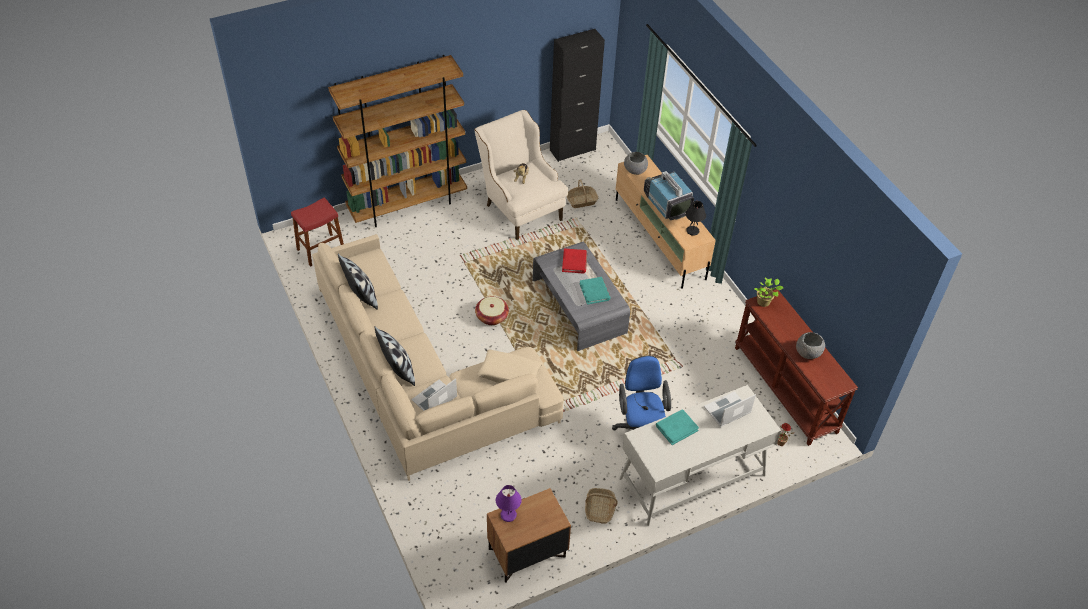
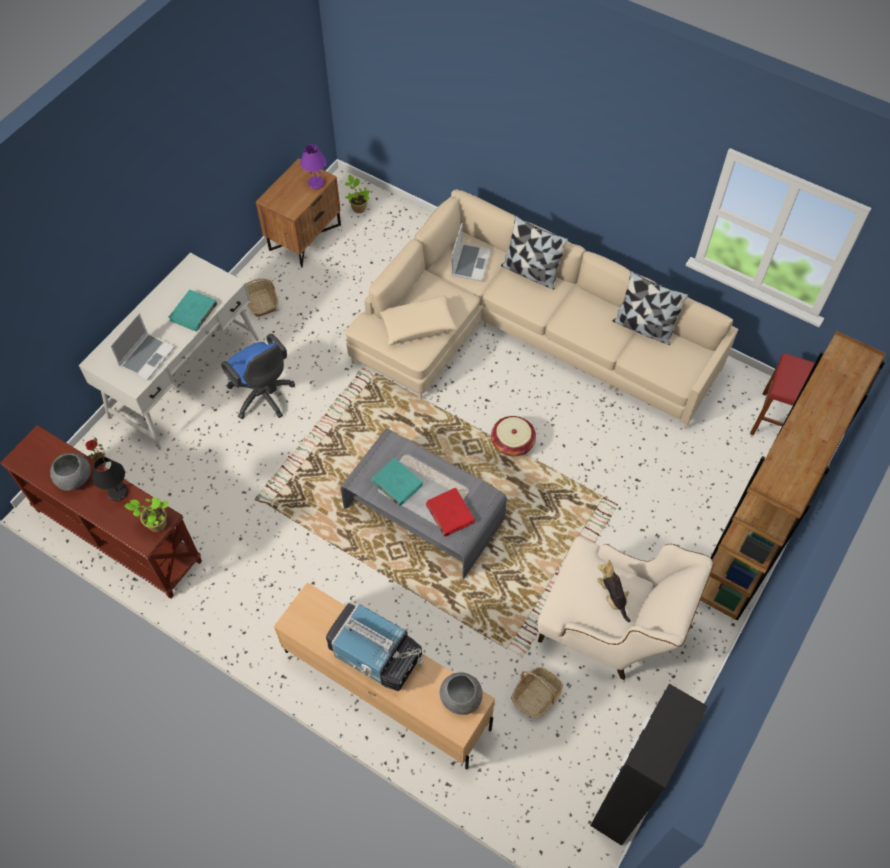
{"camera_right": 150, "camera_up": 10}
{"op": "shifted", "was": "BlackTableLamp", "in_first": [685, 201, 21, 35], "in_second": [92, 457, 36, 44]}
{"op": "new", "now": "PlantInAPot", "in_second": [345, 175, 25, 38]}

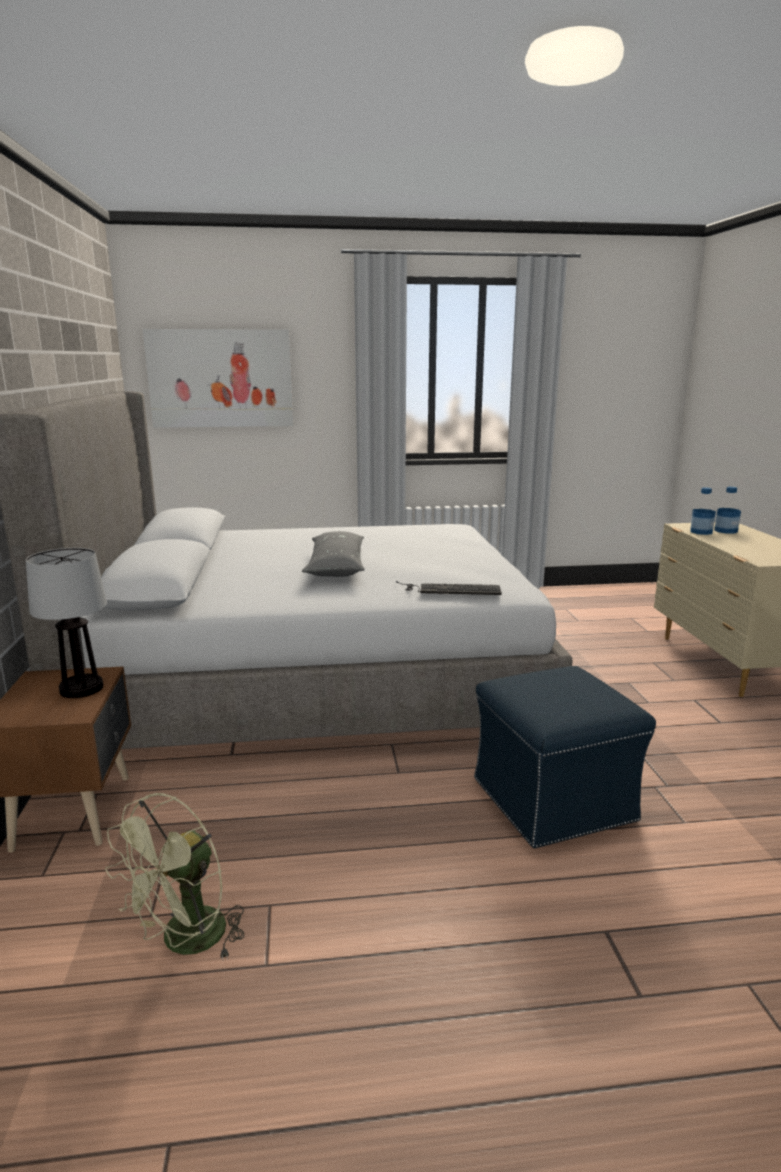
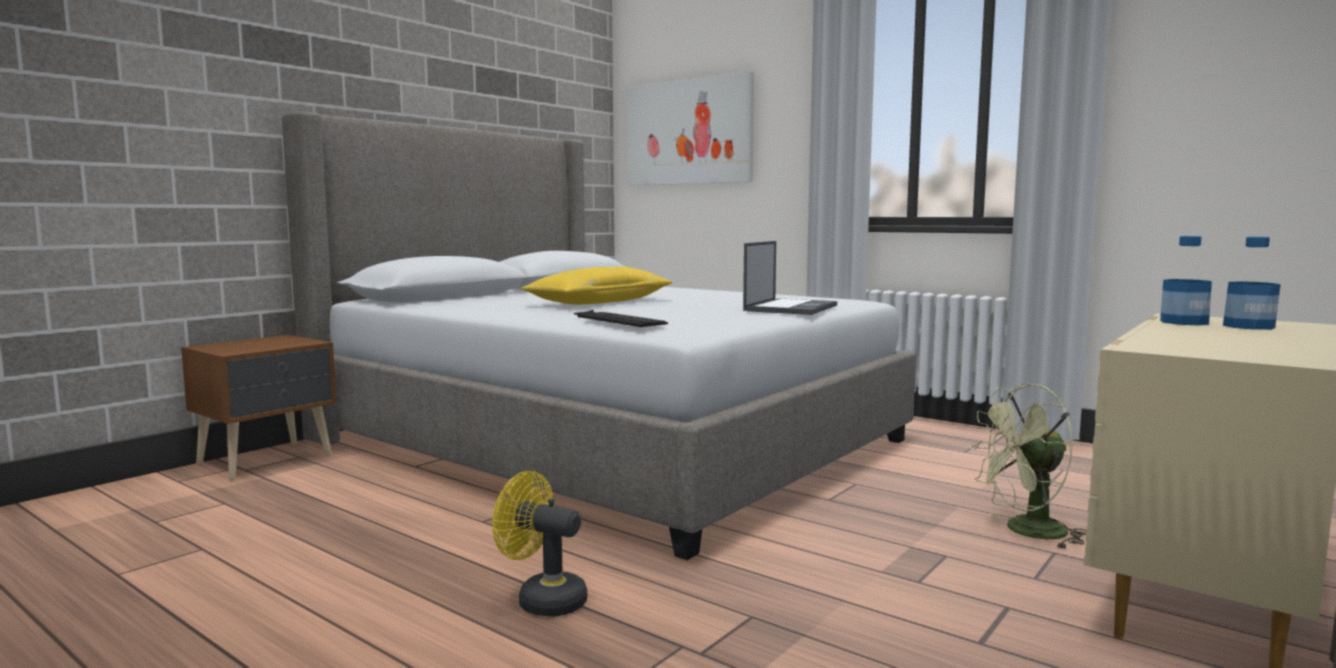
{"camera_right": 45, "camera_up": -10}
{"op": "swapped", "was": "BluishFootrest", "now": "YellowColouredCoolingFan", "in_first": [474, 666, 182, 182], "in_second": [492, 471, 96, 146]}
{"op": "repainted", "was": "GrayThrowPillow", "now": "YellowColouredThrowPillow", "in_first": [302, 531, 63, 46], "in_second": [521, 267, 152, 37]}
{"op": "new", "now": "PortableComputer", "in_second": [743, 241, 94, 74]}
{"op": "shifted", "was": "GreenColouredCoolingFan", "in_first": [105, 793, 139, 167], "in_second": [970, 383, 116, 166]}
{"op": "gone", "was": "TableLamp", "in_first": [26, 548, 81, 150]}

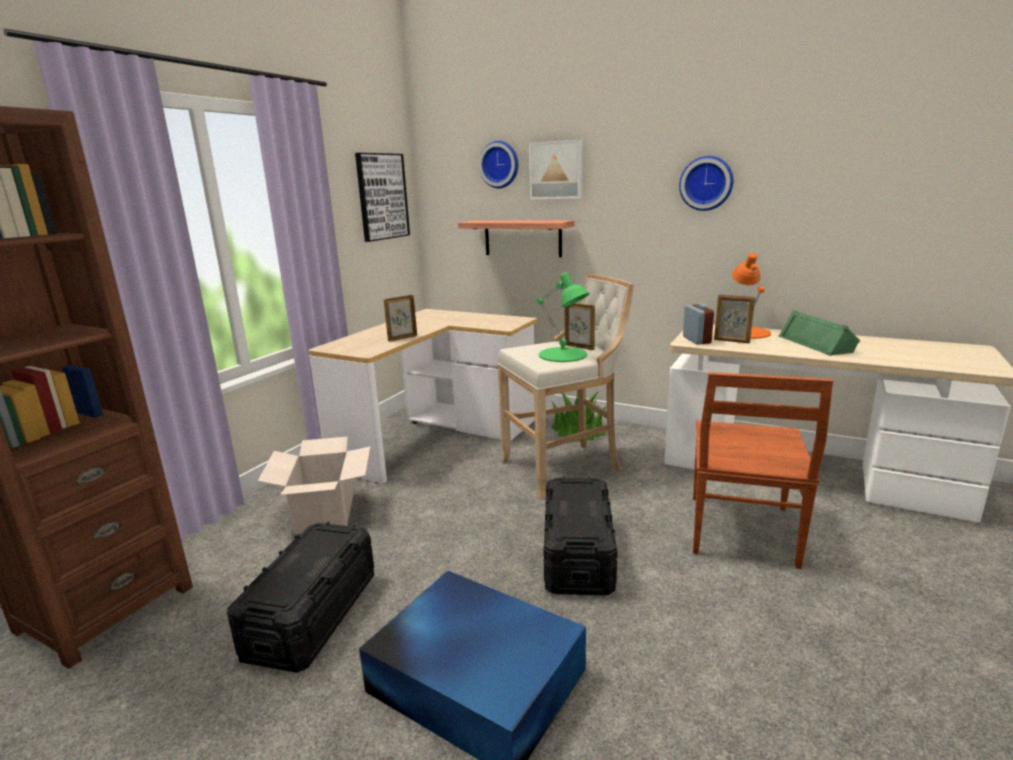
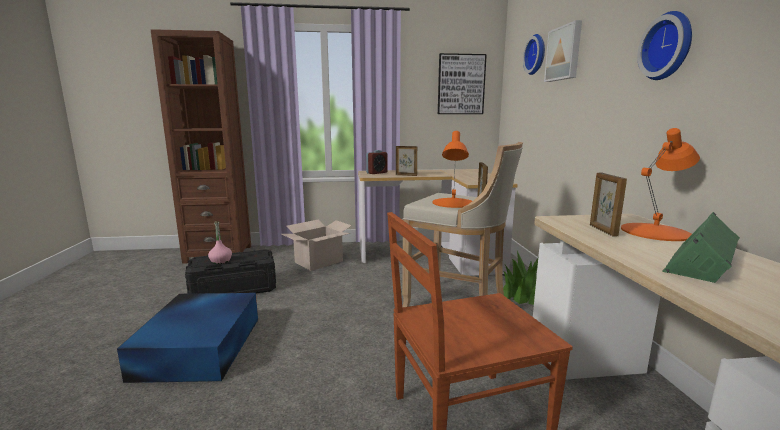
{"camera_right": 55, "camera_up": -5}
{"op": "new", "now": "PinkDrinkBottle", "in_second": [208, 221, 24, 43]}
{"op": "shifted", "was": "BedsideClock", "in_first": [683, 303, 31, 41], "in_second": [366, 150, 22, 24]}
{"op": "repainted", "was": "GreenColouredTableLamp", "now": "OrangeColouredTableLamp", "in_first": [537, 272, 53, 90], "in_second": [433, 131, 39, 77]}
{"op": "gone", "was": "BracketShelf", "in_first": [458, 220, 117, 37]}
{"op": "gone", "was": "BlackStorageContainer", "in_first": [543, 476, 75, 119]}

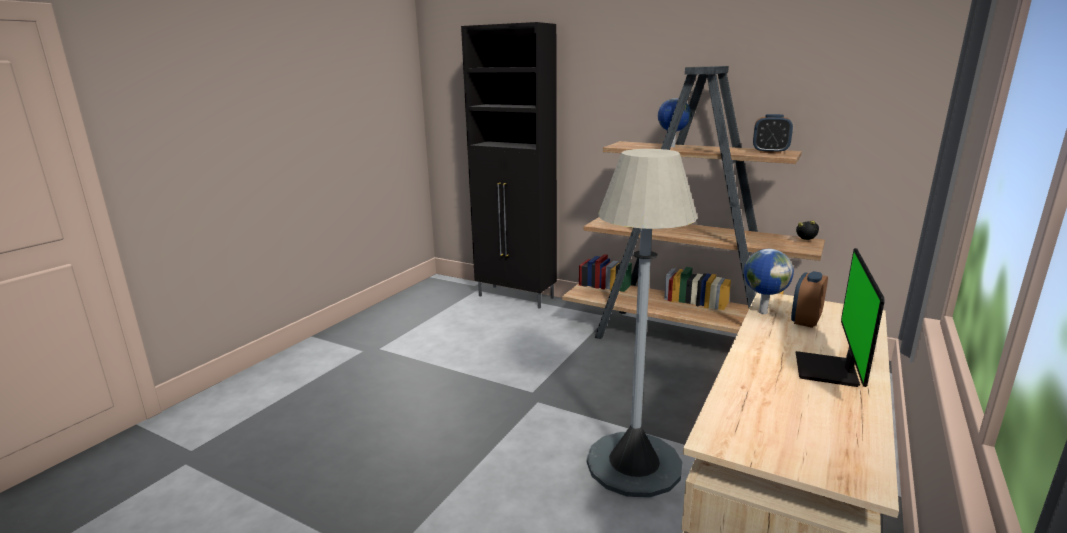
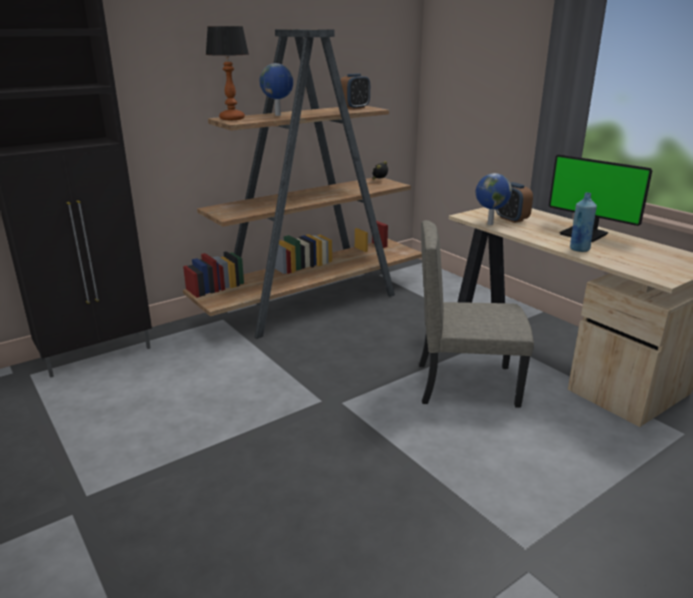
{"camera_right": -65, "camera_up": 5}
{"op": "new", "now": "TableLamp", "in_second": [206, 26, 43, 94]}
{"op": "swapped", "was": "GrayStandardLamp", "now": "BeigeColouredChair", "in_first": [587, 149, 111, 349], "in_second": [419, 220, 115, 188]}
{"op": "new", "now": "BluishDrinkBottle", "in_second": [570, 193, 27, 59]}

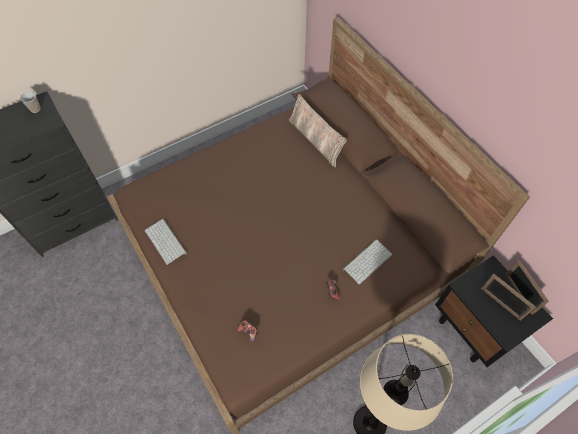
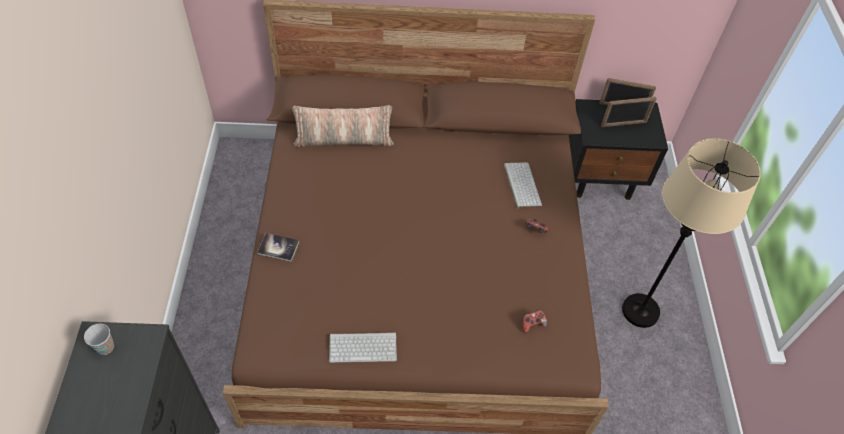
{"camera_right": -60, "camera_up": -5}
{"op": "new", "now": "Book", "in_second": [257, 233, 42, 29]}

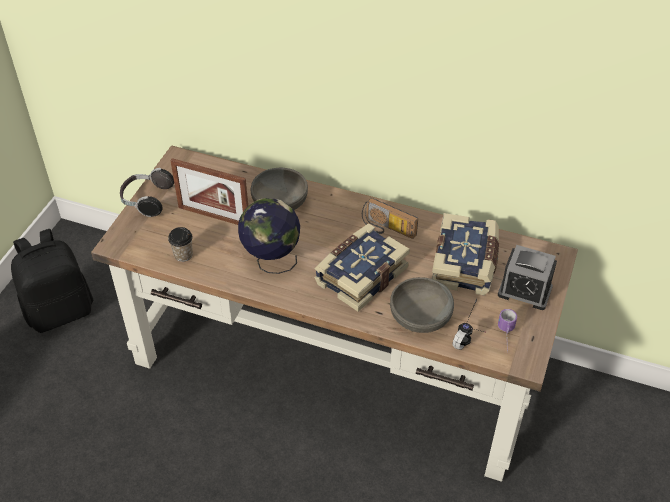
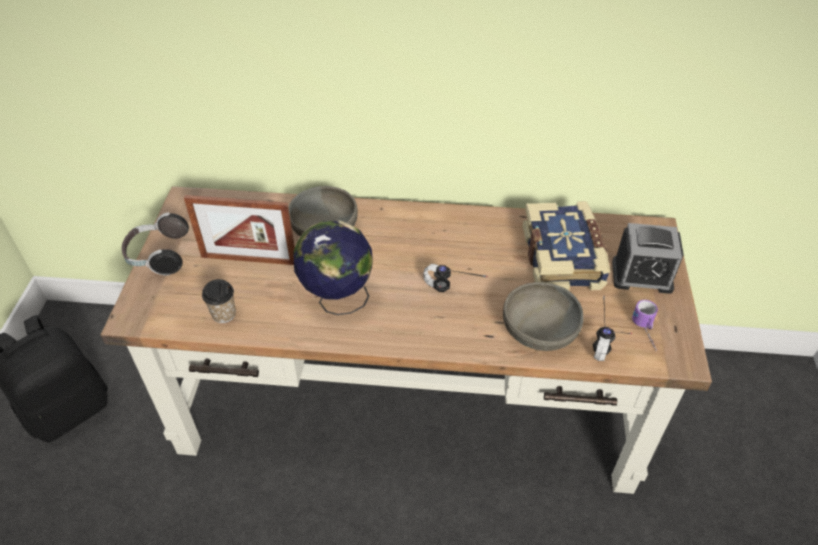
{"camera_right": -15, "camera_up": 0}
{"op": "swapped", "was": "Book", "now": "PairOfHeadphones", "in_first": [314, 223, 96, 89], "in_second": [423, 264, 64, 28]}
{"op": "gone", "was": "RadioReceiver", "in_first": [362, 198, 56, 41]}

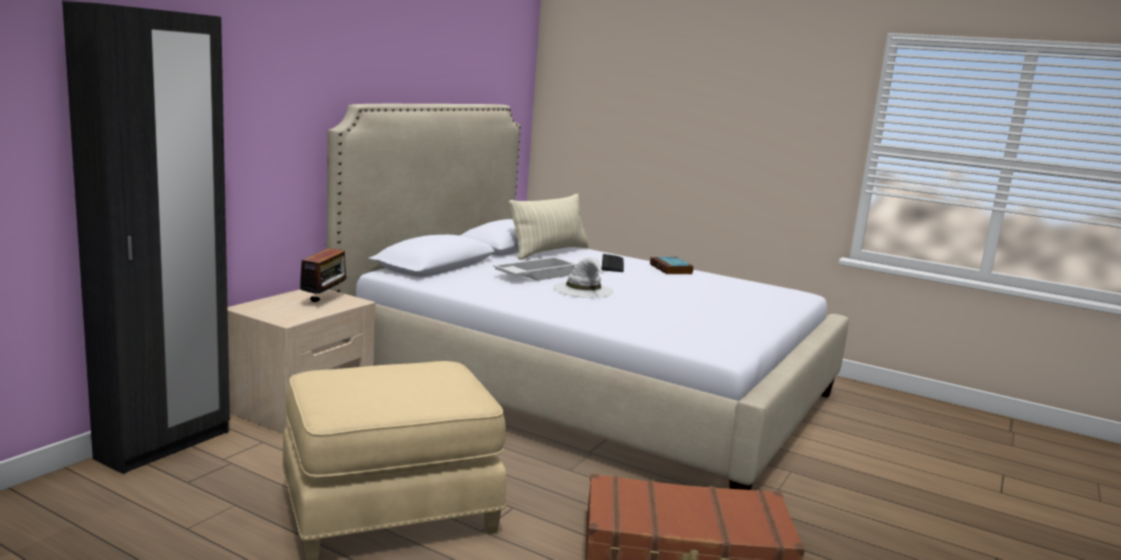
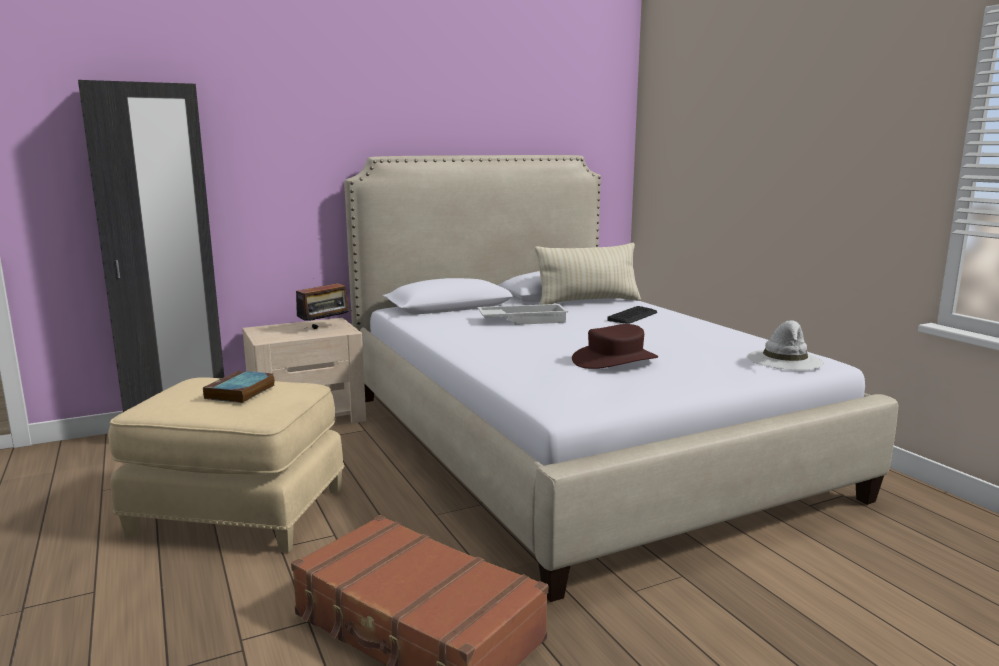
{"camera_right": 35, "camera_up": 0}
{"op": "shifted", "was": "Book", "in_first": [650, 257, 43, 17], "in_second": [203, 370, 72, 33]}
{"op": "new", "now": "BrownishHat", "in_second": [572, 324, 86, 45]}
{"op": "shifted", "was": "WhiteHat", "in_first": [553, 257, 60, 41], "in_second": [747, 320, 77, 50]}

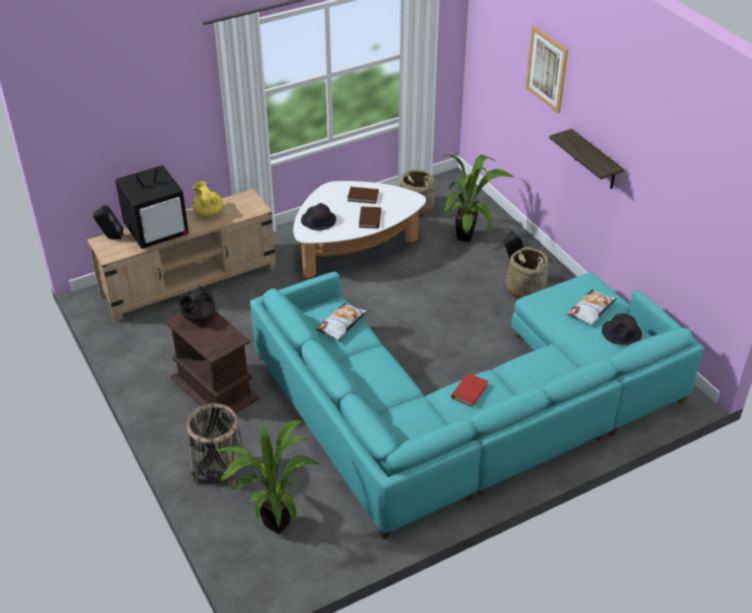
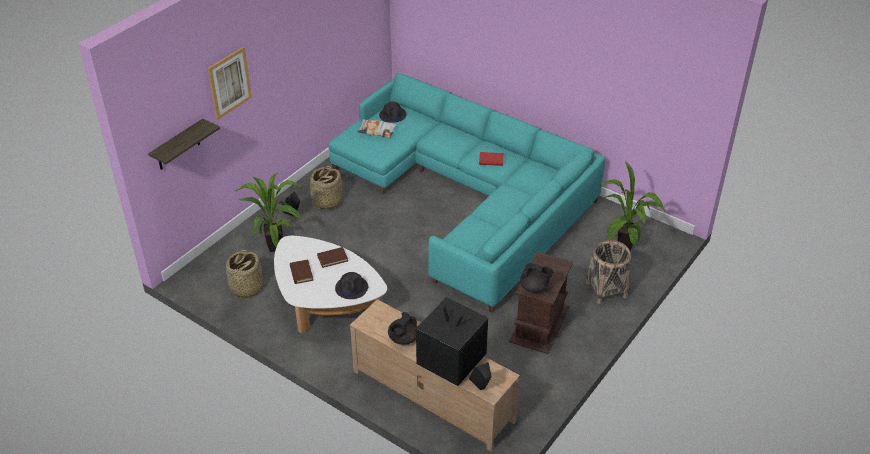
{"camera_right": -115, "camera_up": 0}
{"op": "shifted", "was": "BracketShelf", "in_first": [549, 129, 75, 60], "in_second": [148, 119, 72, 51]}
{"op": "repainted", "was": "YellowColouredPotForTea", "now": "BlackPotForTea", "in_first": [192, 181, 31, 36], "in_second": [388, 312, 29, 33]}
{"op": "gone", "was": "ThrowPillow", "in_first": [315, 303, 53, 37]}

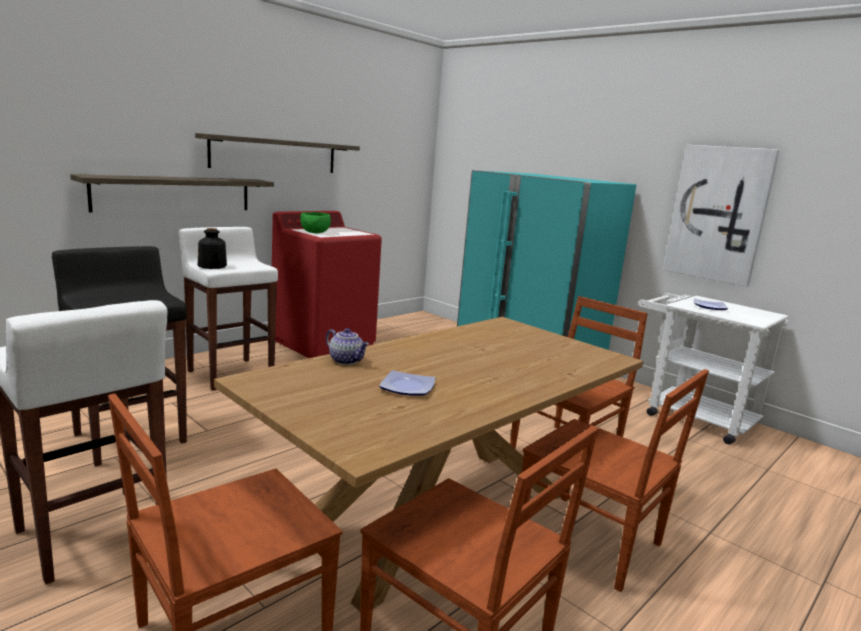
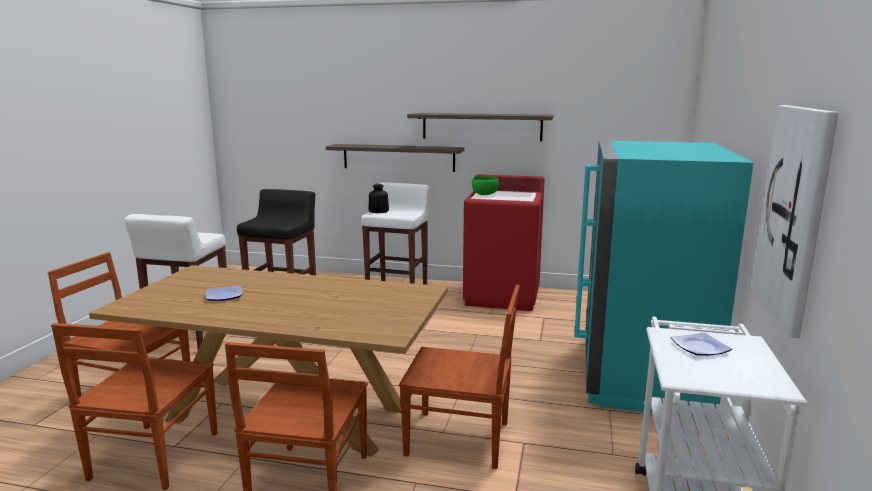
{"camera_right": 60, "camera_up": 0}
{"op": "gone", "was": "PotForTea", "in_first": [326, 328, 43, 37]}

